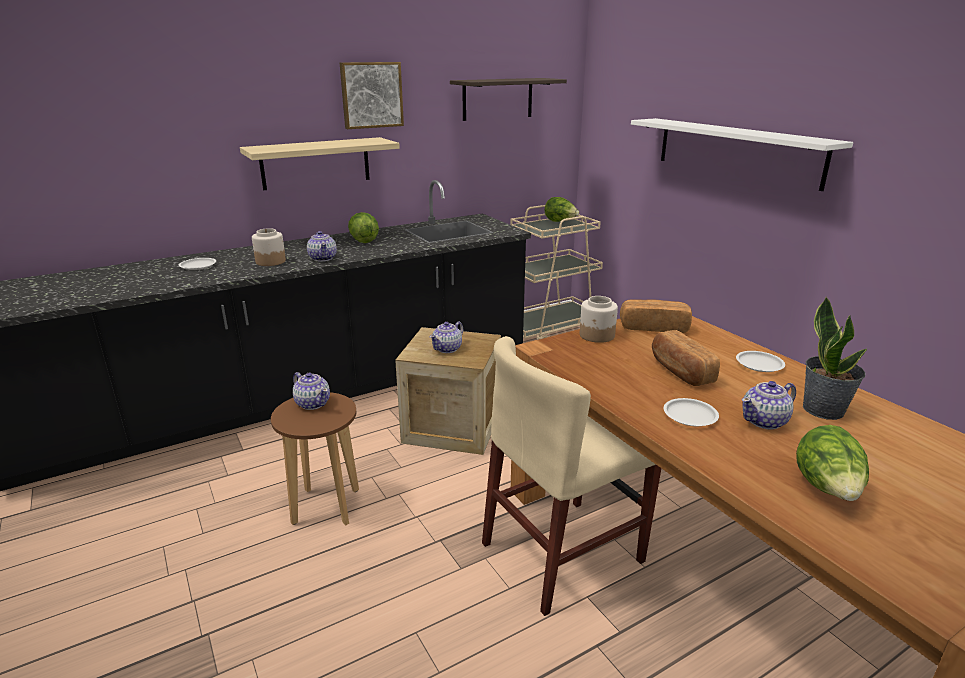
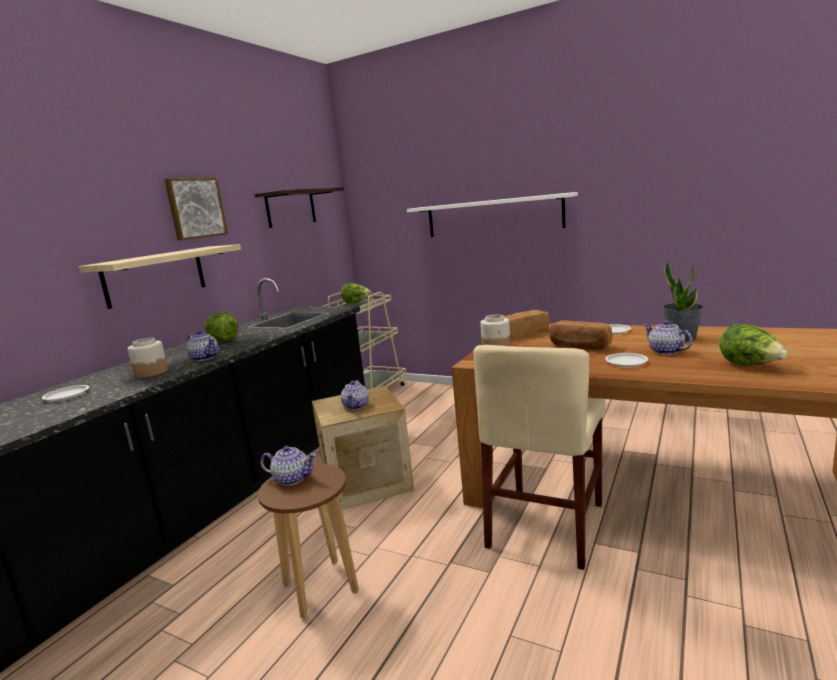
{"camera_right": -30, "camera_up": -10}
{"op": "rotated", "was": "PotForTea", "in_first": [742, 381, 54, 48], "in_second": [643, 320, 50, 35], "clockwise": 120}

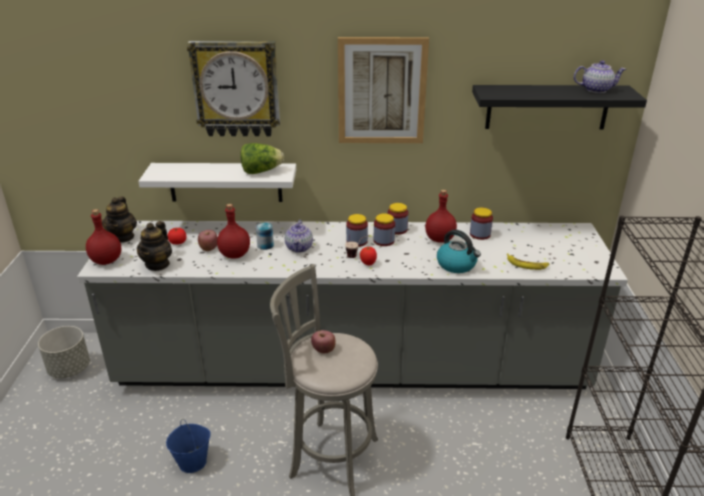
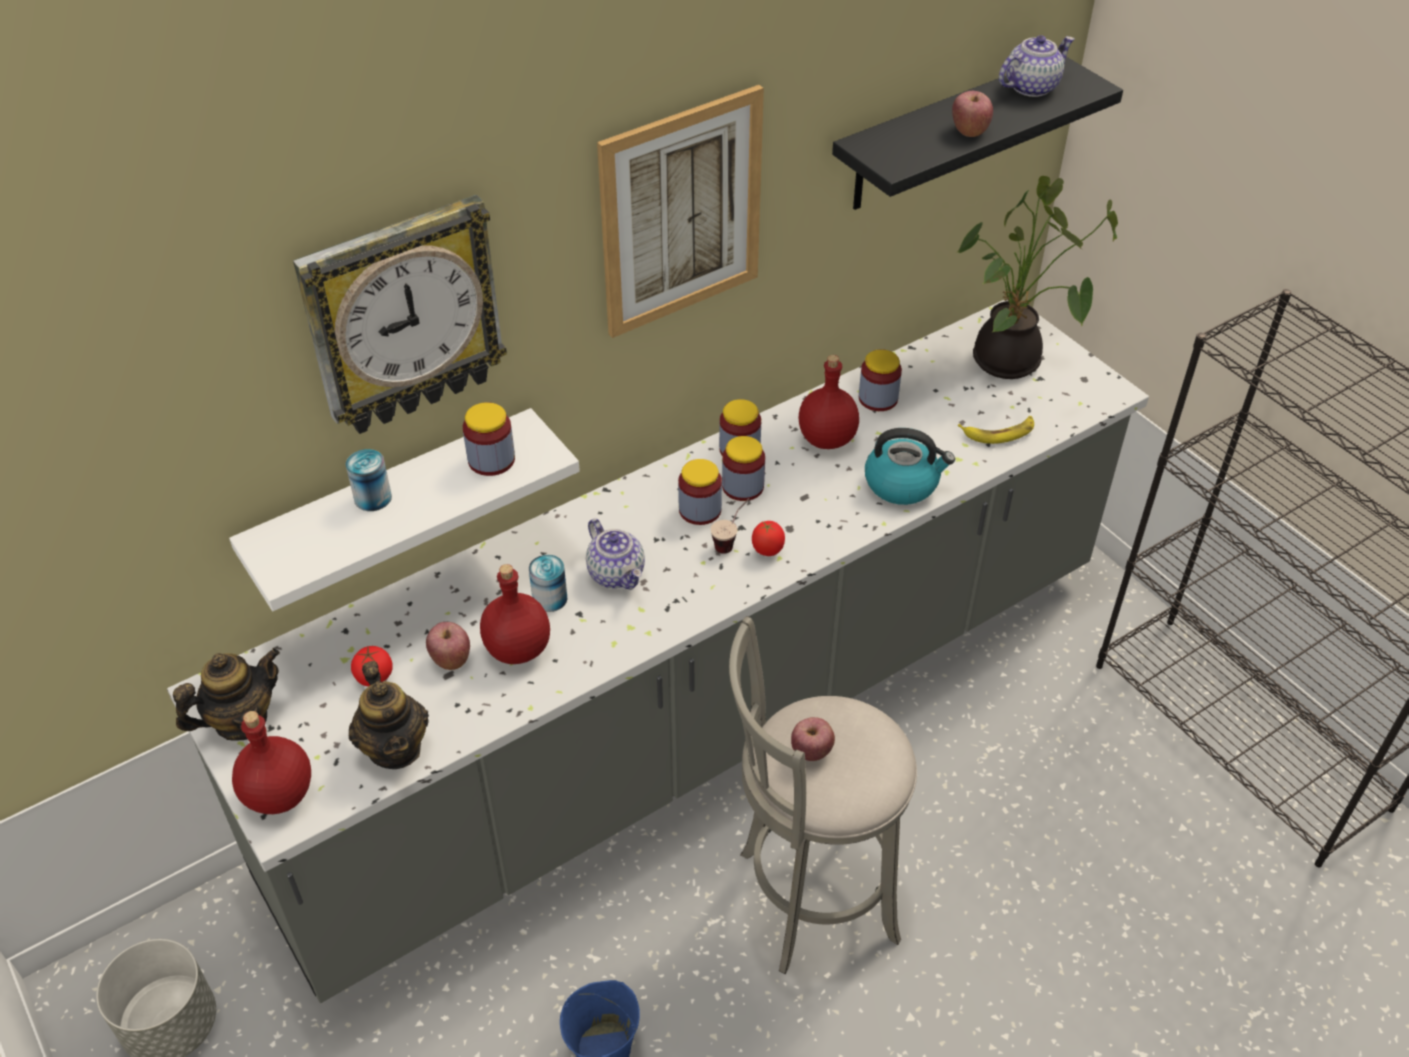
{"camera_right": -35, "camera_up": 15}
{"op": "rotated", "was": "PotForTea", "in_first": [102, 197, 35, 46], "in_second": [173, 648, 107, 93], "clockwise": -90}
{"op": "new", "now": "Can", "in_second": [346, 449, 46, 62]}
{"op": "swapped", "was": "LettuceHead", "now": "Jar", "in_first": [241, 143, 43, 31], "in_second": [463, 402, 52, 74]}
{"op": "new", "now": "WholeApple", "in_second": [952, 91, 41, 46]}
{"op": "new", "now": "PlantInAPot", "in_second": [957, 176, 161, 203]}

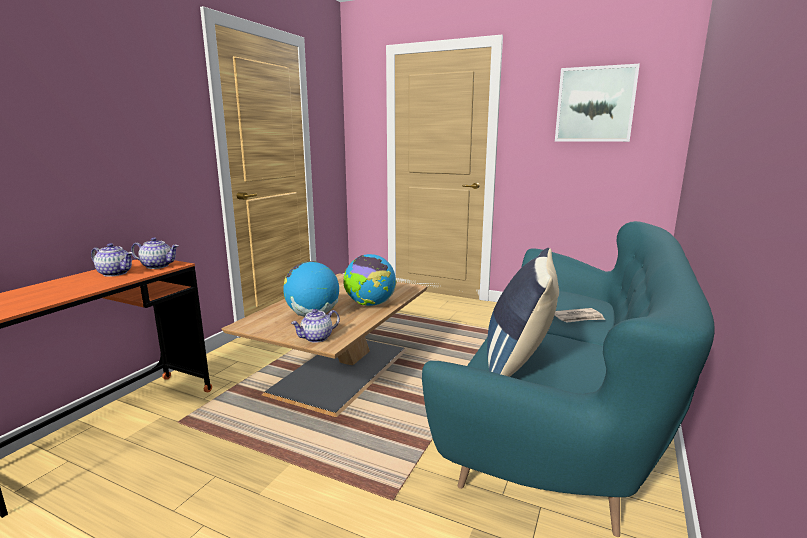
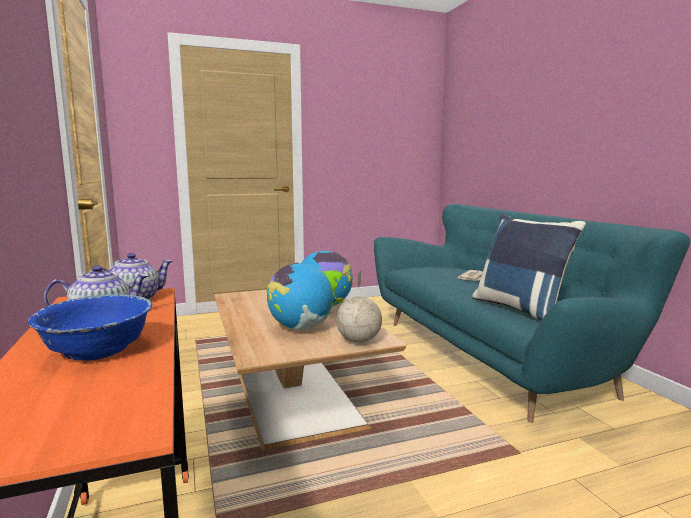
{"camera_right": -45, "camera_up": -5}
{"op": "new", "now": "BluishDeepDish", "in_second": [28, 294, 124, 67]}
{"op": "swapped", "was": "PotForTea", "now": "WorldGlobe", "in_first": [291, 309, 49, 34], "in_second": [336, 270, 46, 73]}
{"op": "gone", "was": "WallPicture", "in_first": [555, 64, 85, 78]}

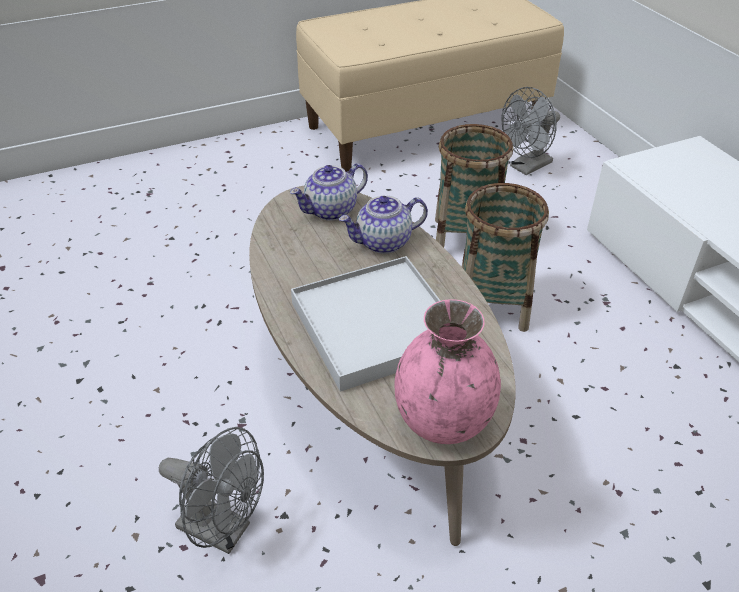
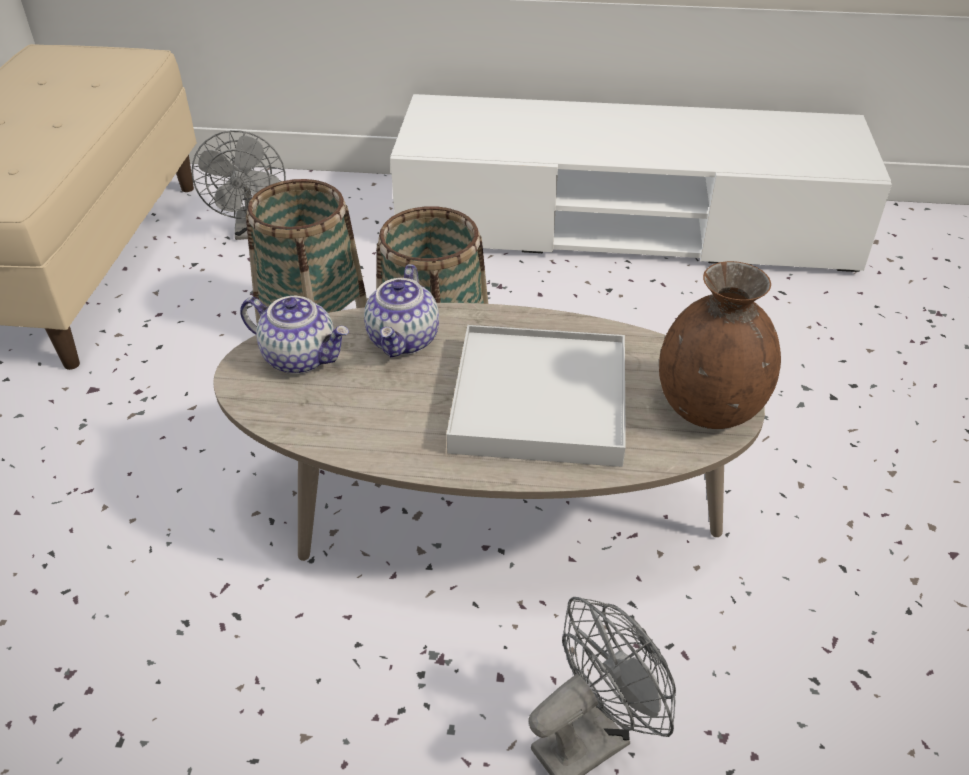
{"camera_right": -60, "camera_up": 0}
{"op": "rotated", "was": "PotForTea", "in_first": [290, 163, 78, 58], "in_second": [240, 296, 109, 78], "clockwise": -60}
{"op": "repainted", "was": "PinkDecorativeVase", "now": "BrownishDecorativeVase", "in_first": [395, 299, 106, 145], "in_second": [659, 261, 122, 168]}

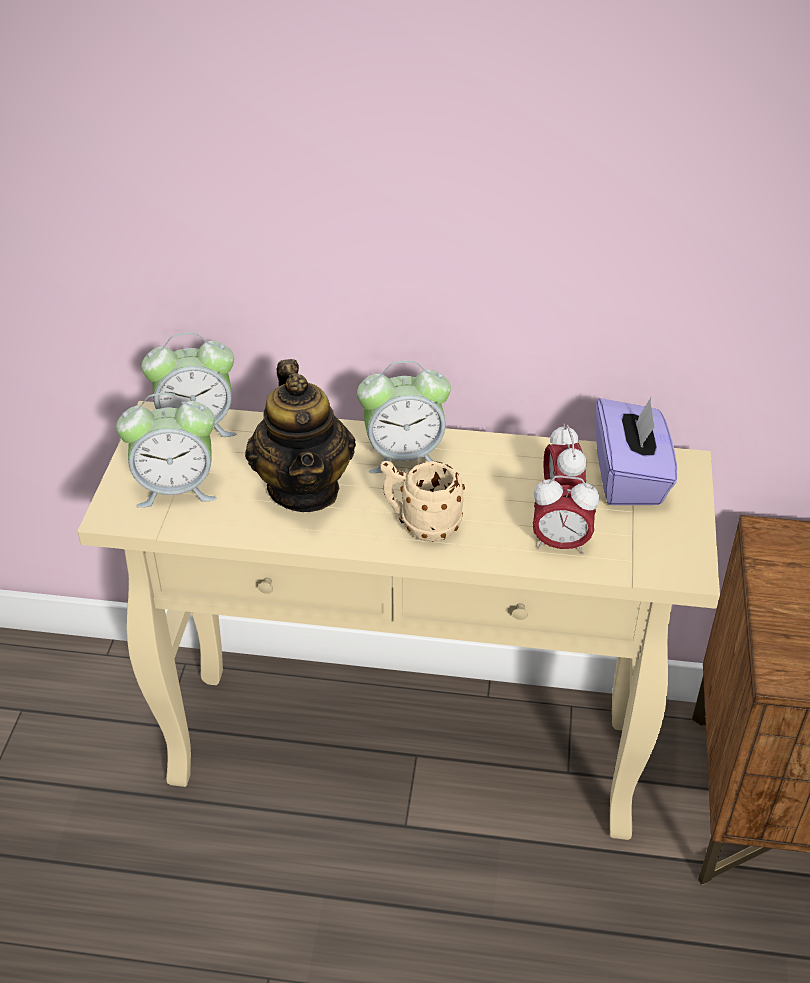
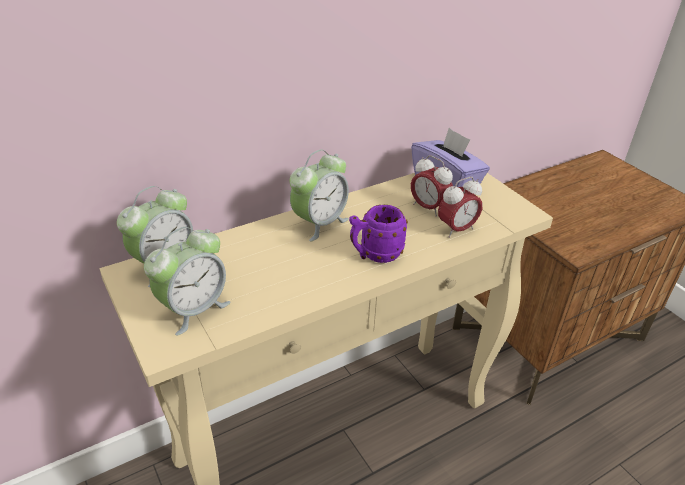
{"camera_right": -40, "camera_up": -5}
{"op": "repainted", "was": "BeigeColouredCoffeeMug", "now": "PurpleColouredCoffeeMug", "in_first": [380, 461, 85, 81], "in_second": [349, 205, 59, 58]}
{"op": "gone", "was": "PotForTea", "in_first": [245, 359, 111, 153]}

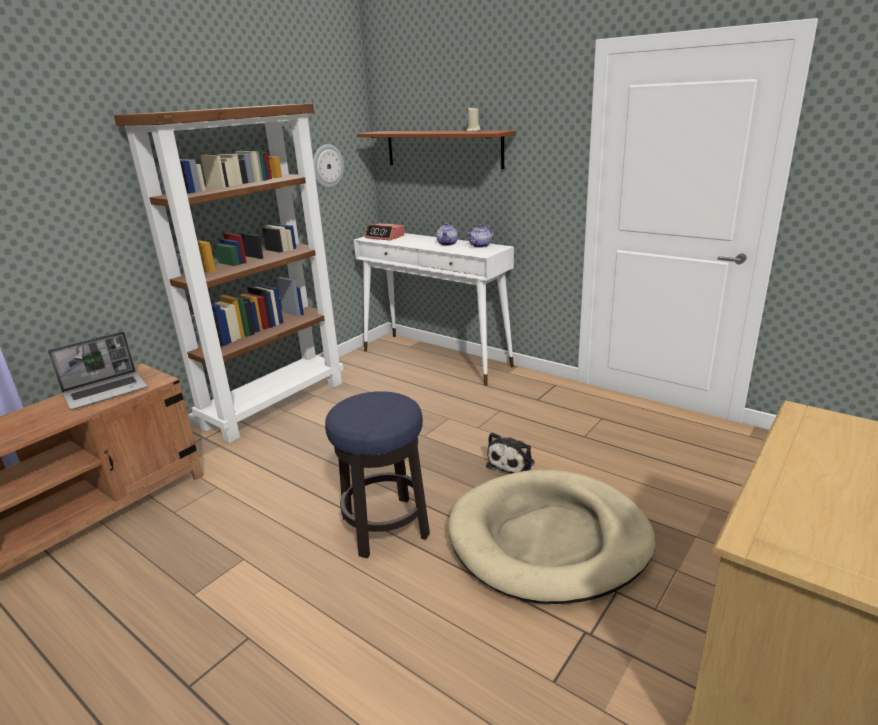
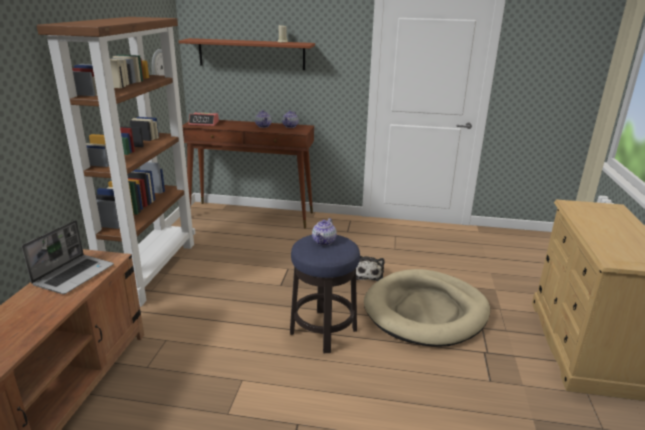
{"camera_right": -30, "camera_up": 0}
{"op": "repainted", "was": "WhiteHallTable", "now": "BrownishHallTable", "in_first": [354, 233, 160, 153], "in_second": [182, 120, 132, 109]}
{"op": "new", "now": "PotForTea", "in_second": [312, 218, 25, 27]}

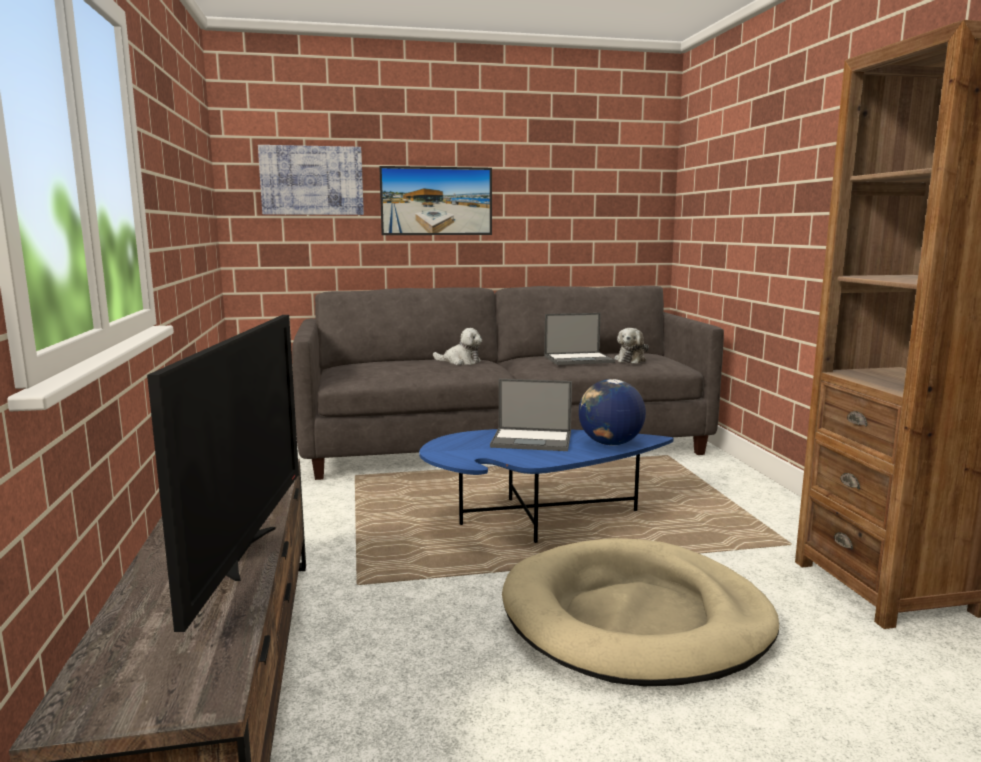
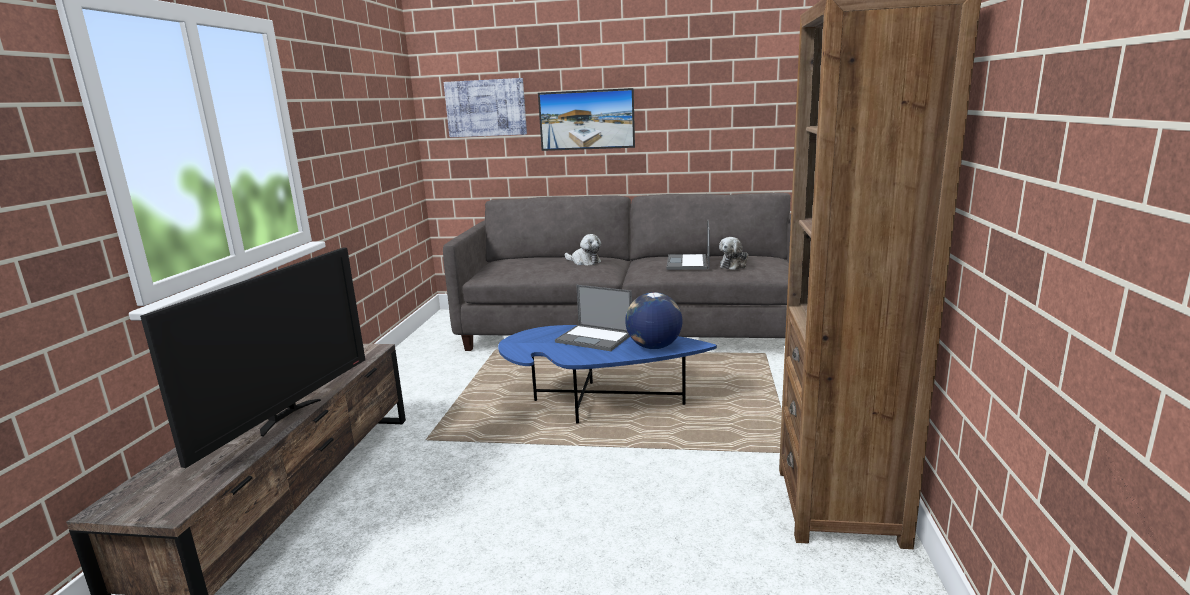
{"camera_right": 20, "camera_up": 5}
{"op": "rotated", "was": "PortableComputer", "in_first": [544, 313, 71, 52], "in_second": [667, 219, 43, 51], "clockwise": 90}
{"op": "gone", "was": "BeigeColouredPetBed", "in_first": [502, 538, 277, 148]}

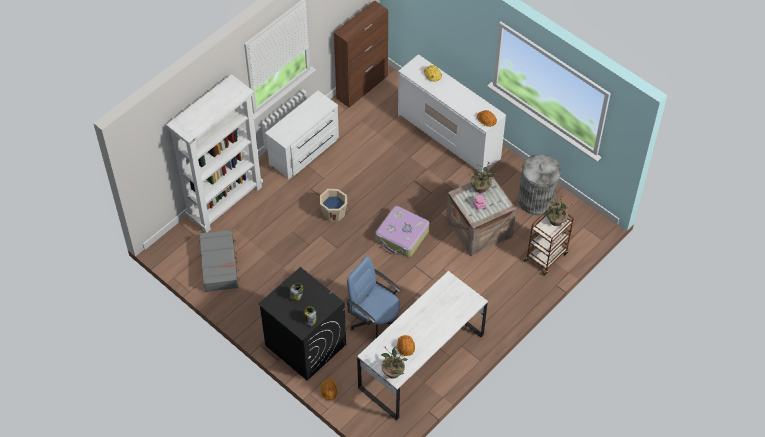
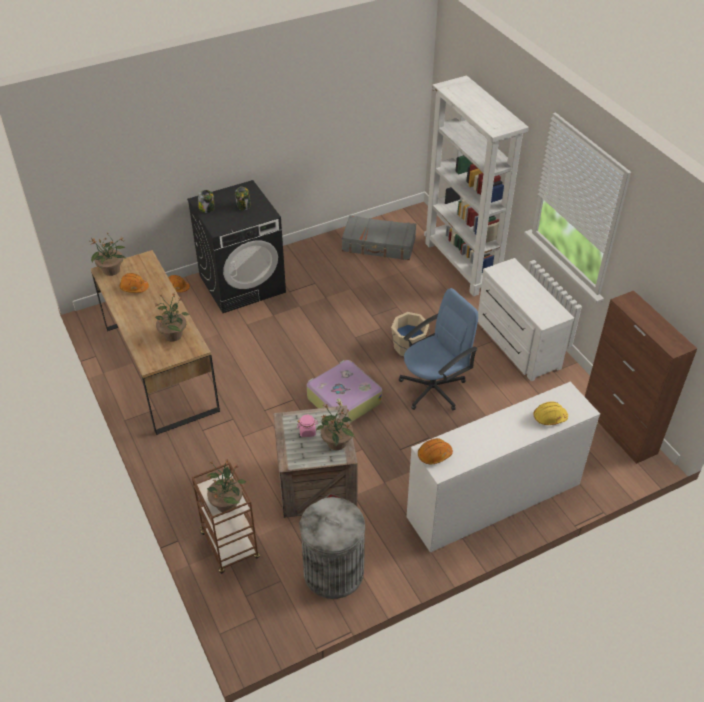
{"camera_right": 110, "camera_up": -10}
{"op": "repainted", "was": "WhiteDeskTable", "now": "BrownishDeskTable", "in_first": [357, 271, 131, 149], "in_second": [91, 250, 129, 185]}
{"op": "new", "now": "PlantInAPot", "in_second": [155, 293, 34, 49]}
{"op": "shifted", "was": "BluishDeskChair", "in_first": [346, 256, 55, 82], "in_second": [399, 288, 79, 122]}

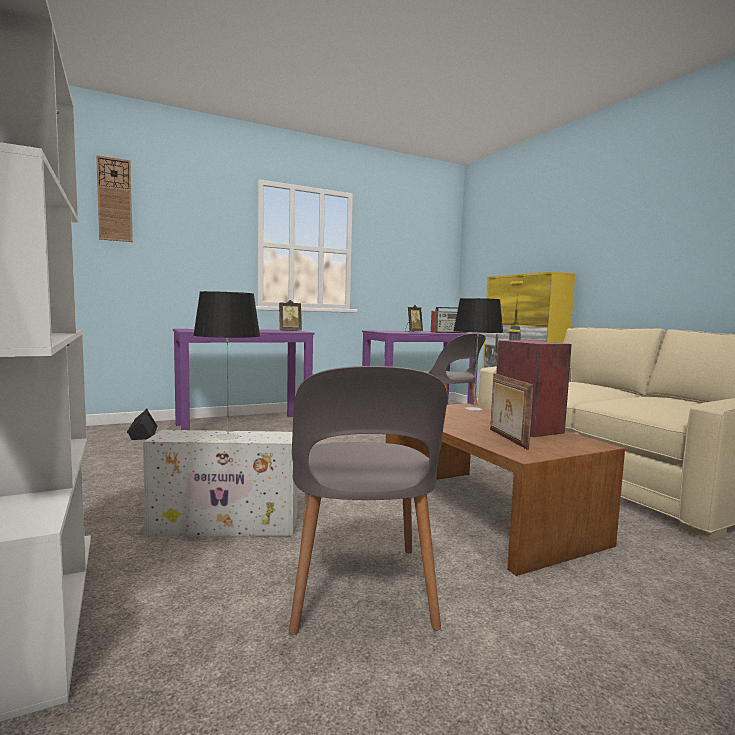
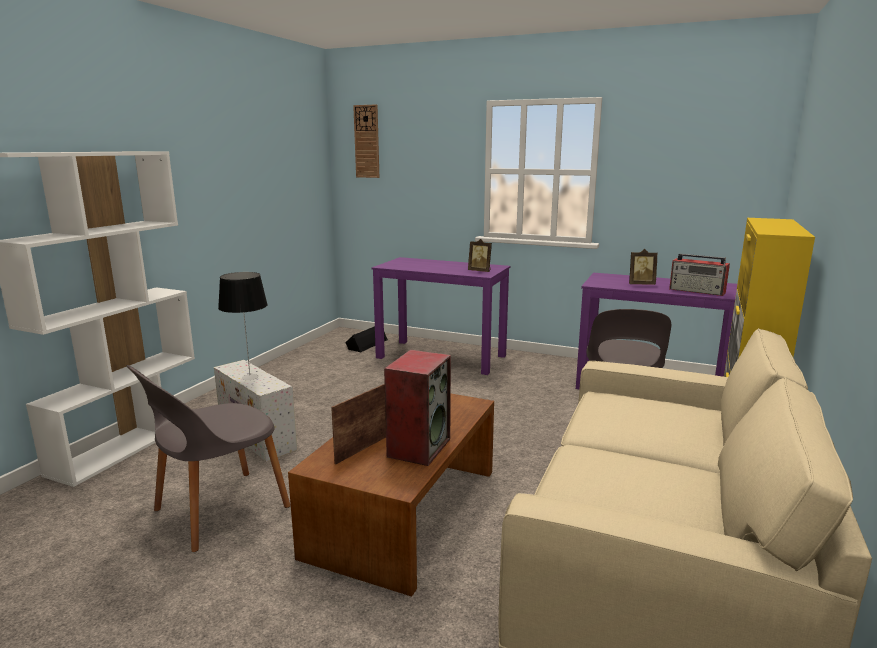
{"camera_right": 50, "camera_up": 10}
{"op": "gone", "was": "TableLamp", "in_first": [453, 298, 50, 113]}

